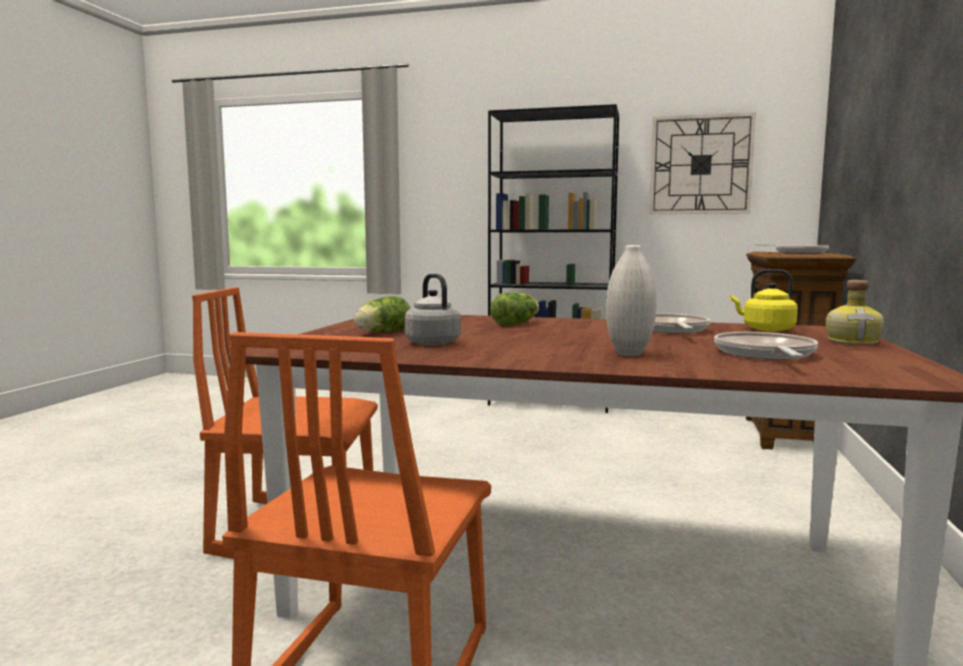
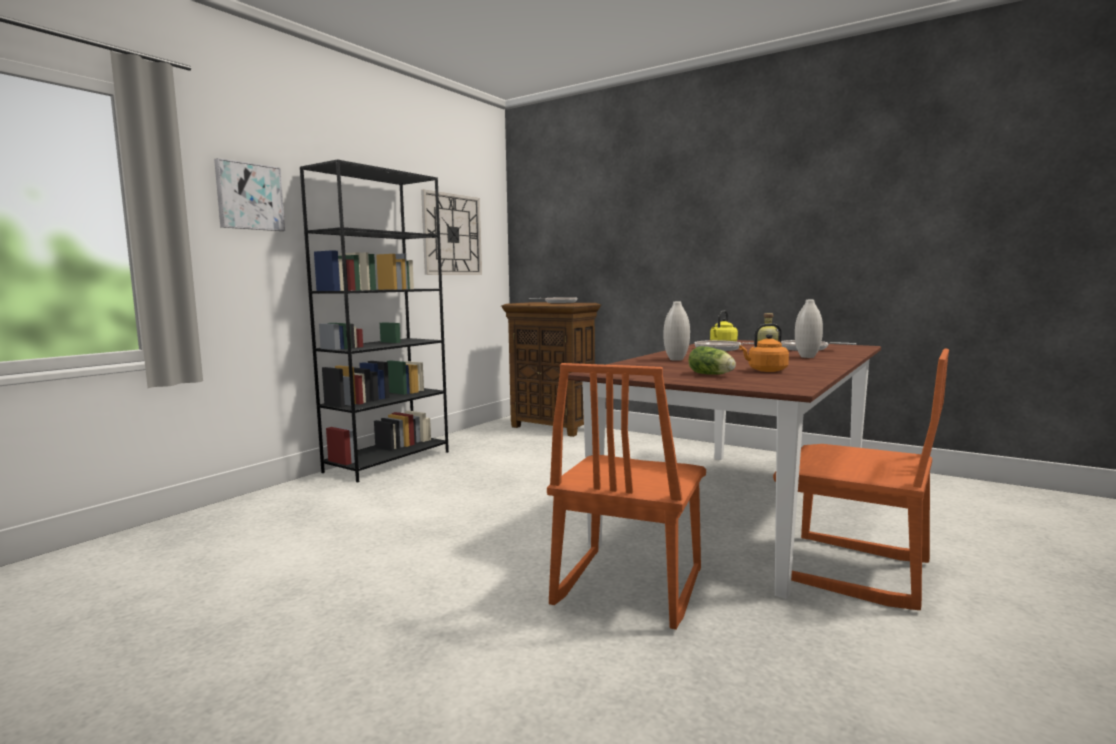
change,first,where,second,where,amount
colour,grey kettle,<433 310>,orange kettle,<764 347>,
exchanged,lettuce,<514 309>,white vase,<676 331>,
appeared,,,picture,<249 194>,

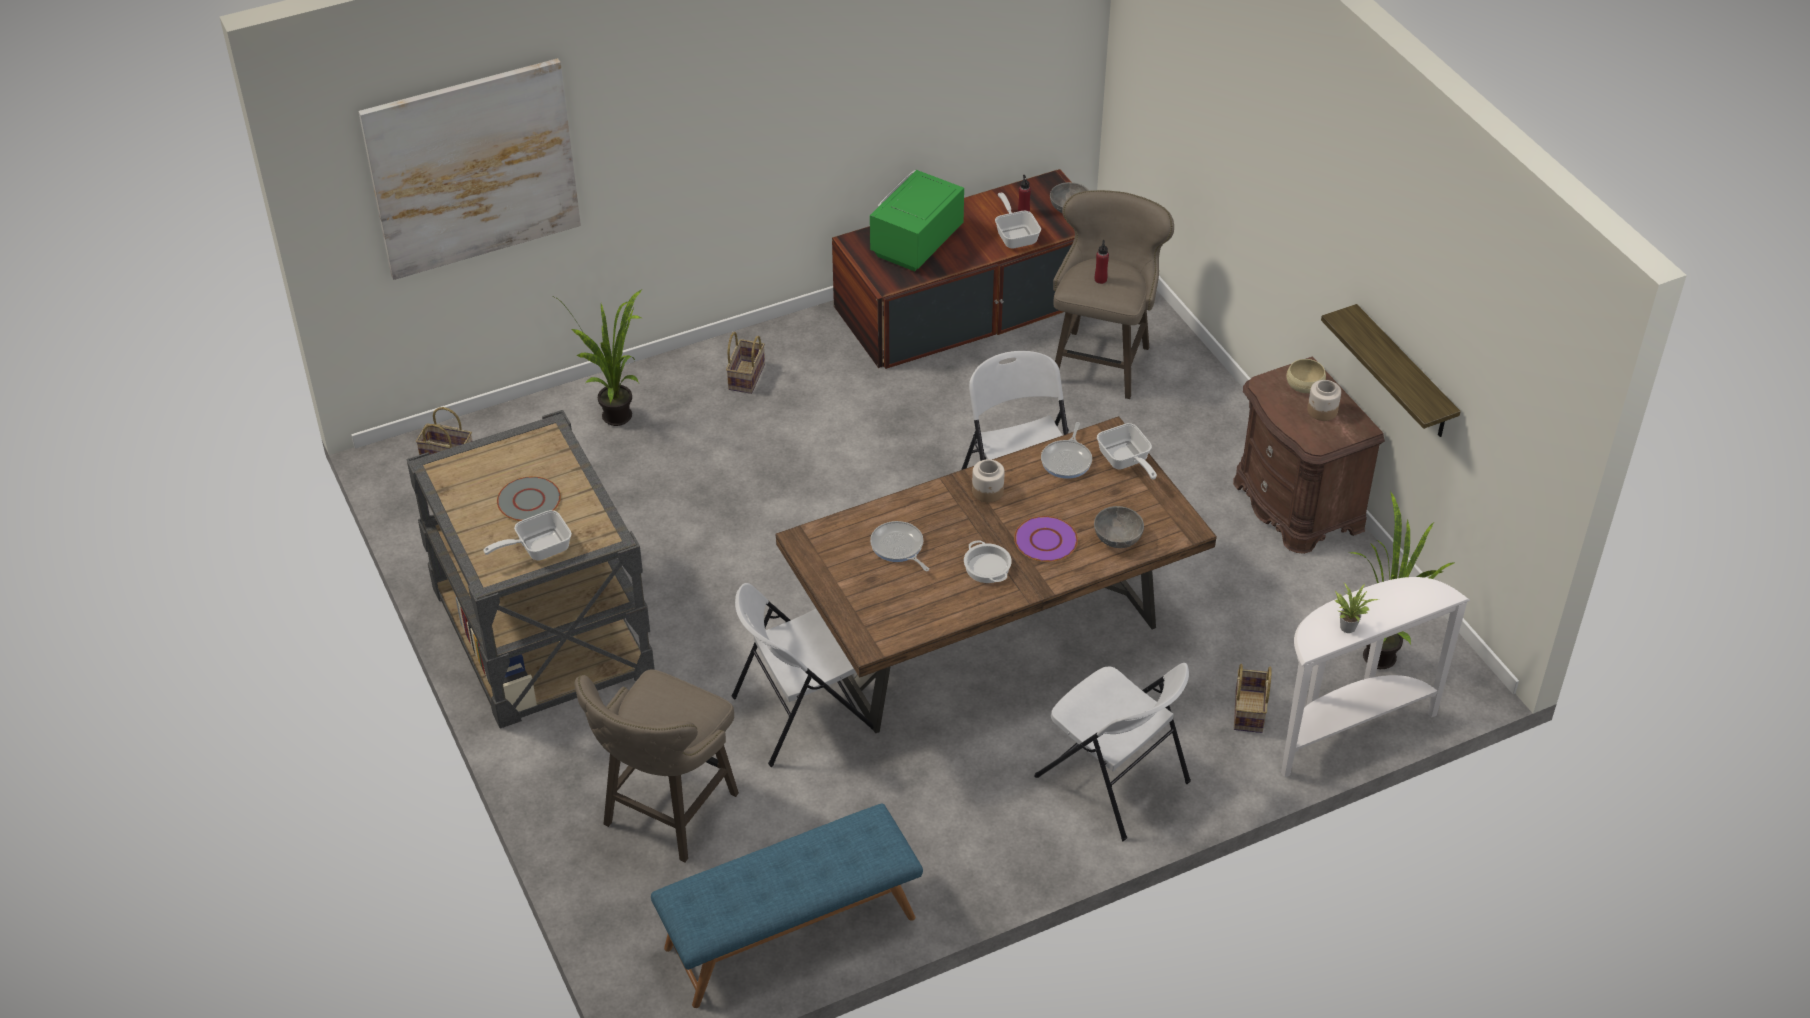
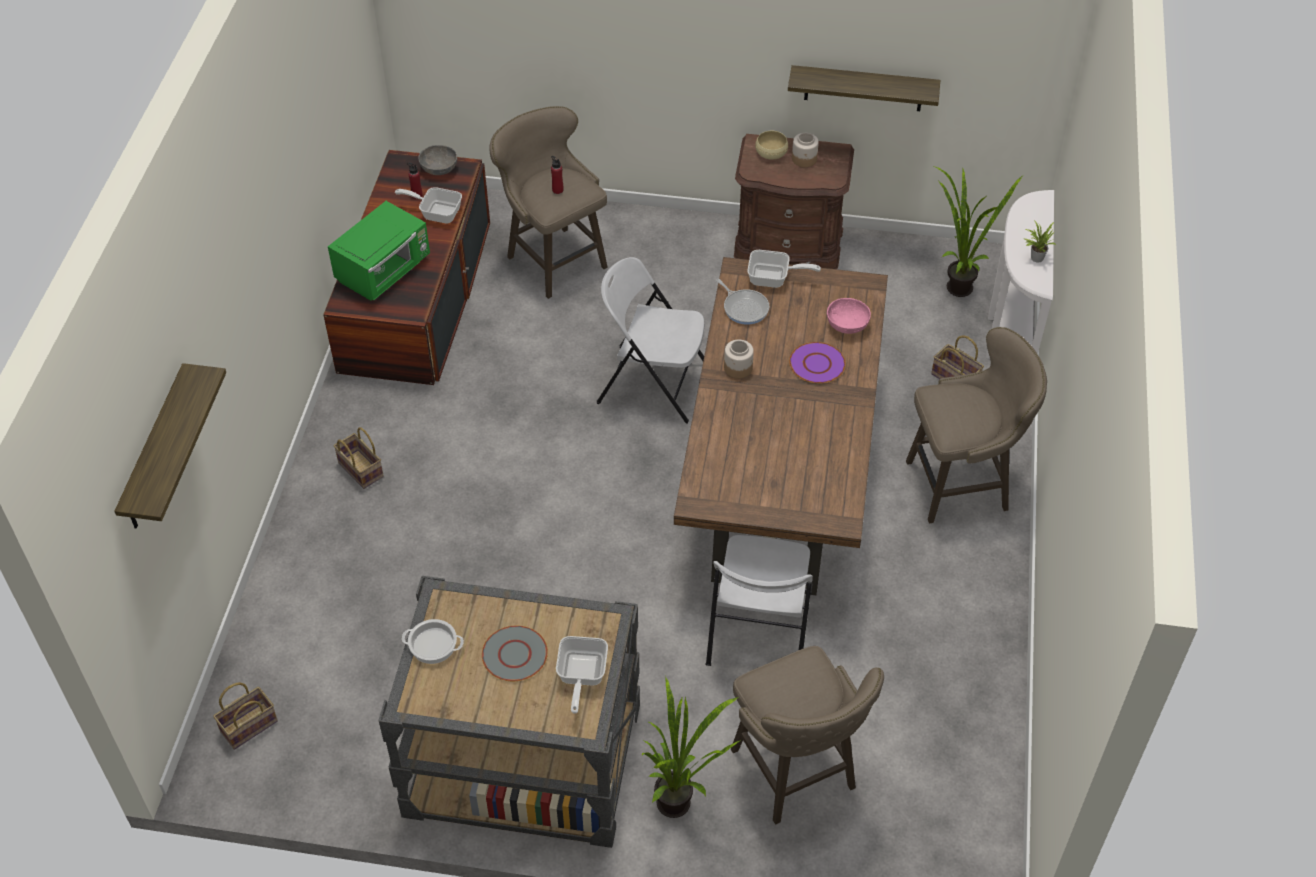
change,first,where,second,where,amount
exchanged,picture,<469 169>,shelf,<170 446>,
spun,green microwave,<917 220>,,<379 251>,120 degrees counterclockwise
relocated,potted plant,<597 357>,,<691 747>,
colour,grey bowl,<1119 527>,pink bowl,<849 316>,
missing,frying pan,<899 546>,,,
relocated,cooking pot,<988 561>,,<433 641>,
exchanged,white chair,<1112 752>,beige stool,<976 425>,
missing,blue bench,<787 906>,,,

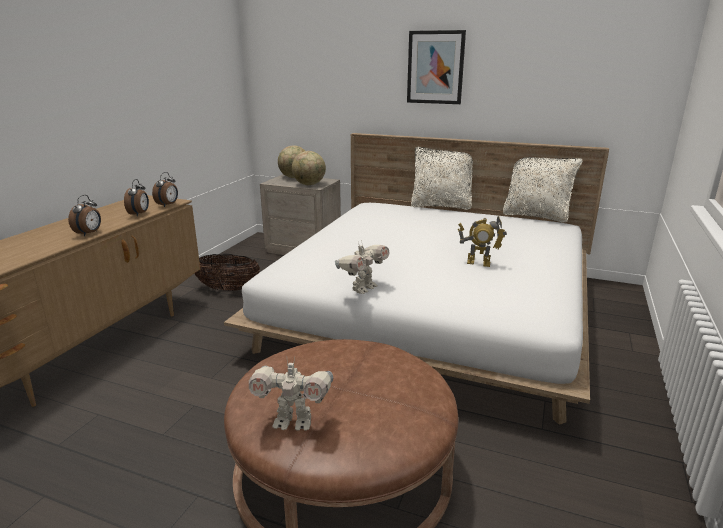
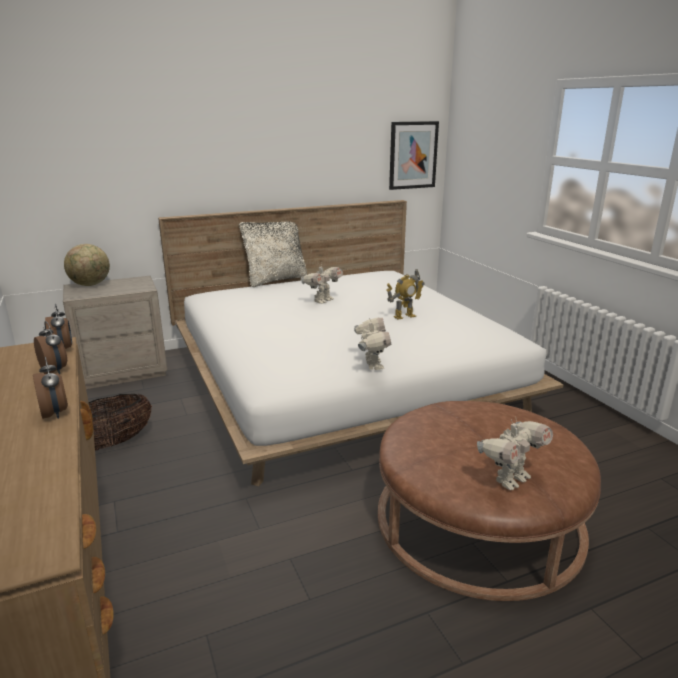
change,first,where,second,where,amount
relocated,picture,<436 67>,,<414 155>,
missing,globe,<309 168>,,,
missing,beige pillow,<543 190>,,,
appeared,,,toy robot,<322 283>,

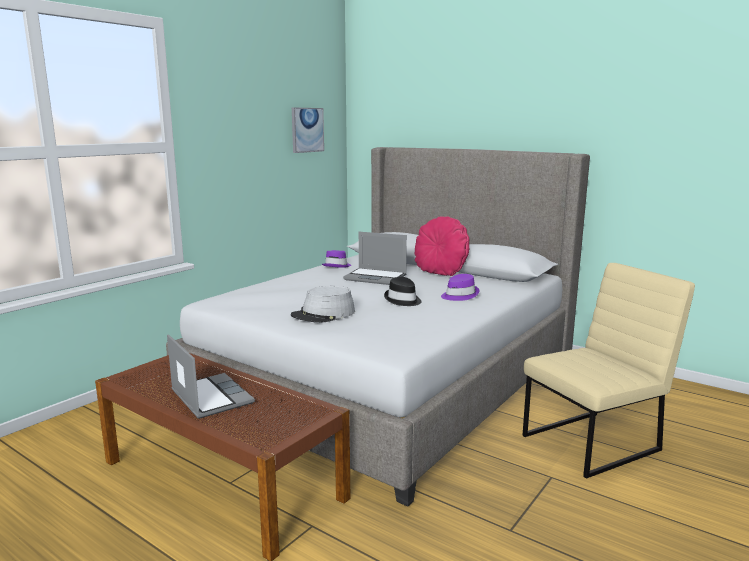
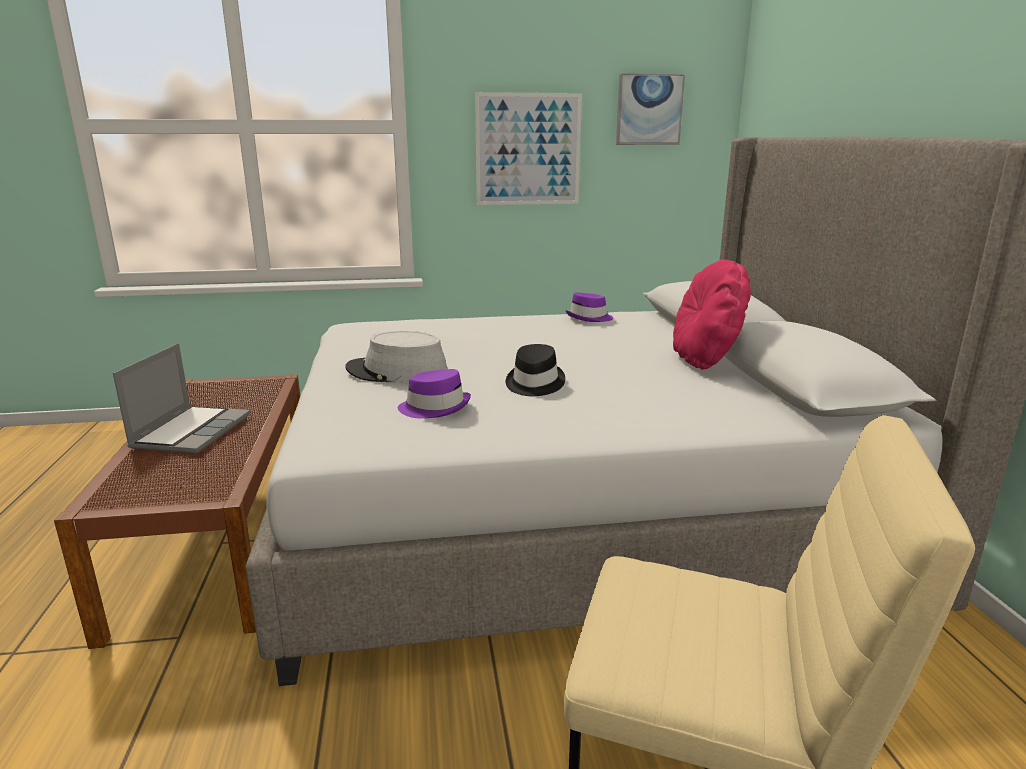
change,first,where,second,where,amount
missing,laptop,<375 258>,,,
relocated,purple hat,<460 287>,,<434 394>,
appeared,,,picture,<528 148>,

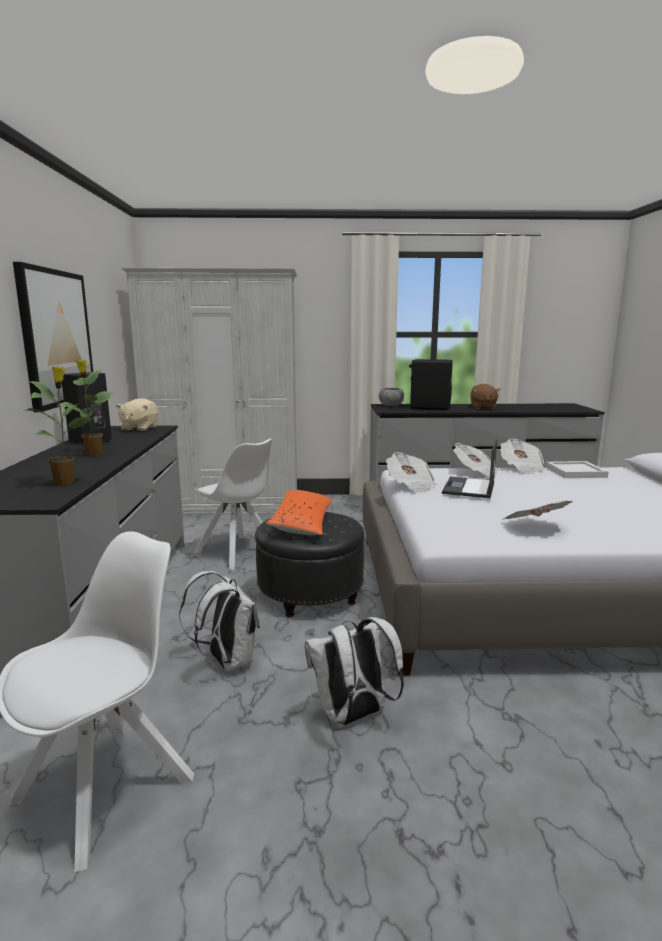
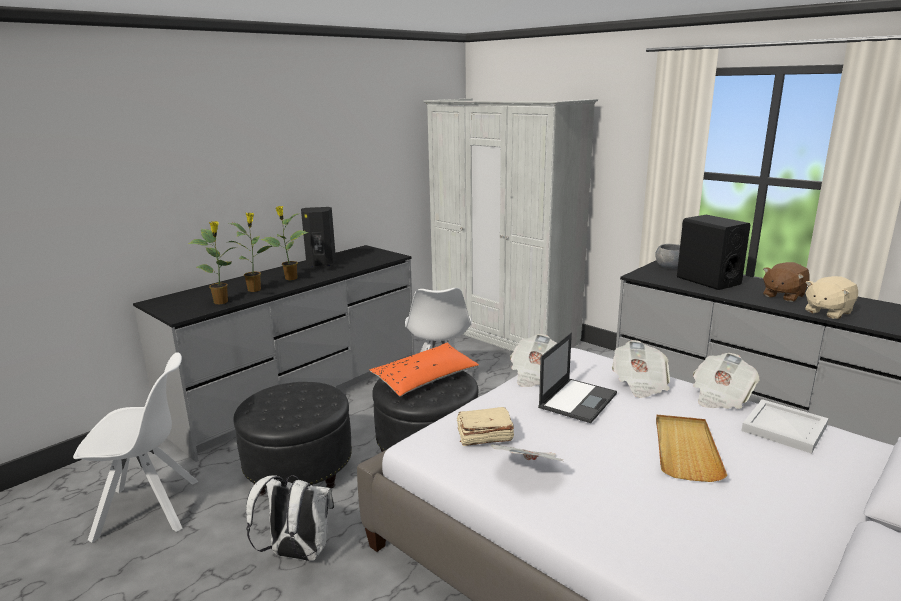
change,first,where,second,where,amount
missing,picture,<53 337>,,,
relocated,beige plush toy,<137 414>,,<831 297>,
spun,laptop,<469 468>,,<577 378>,150 degrees clockwise
exchanged,white backpack,<219 621>,black ottoman,<292 439>,
appeared,,,potted plant,<252 252>,
appeared,,,beige book,<485 426>,
appeared,,,beige tray,<691 448>,

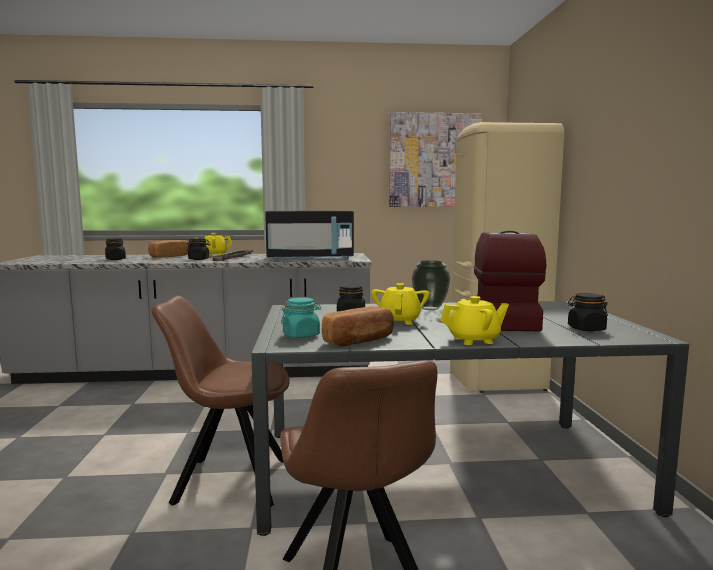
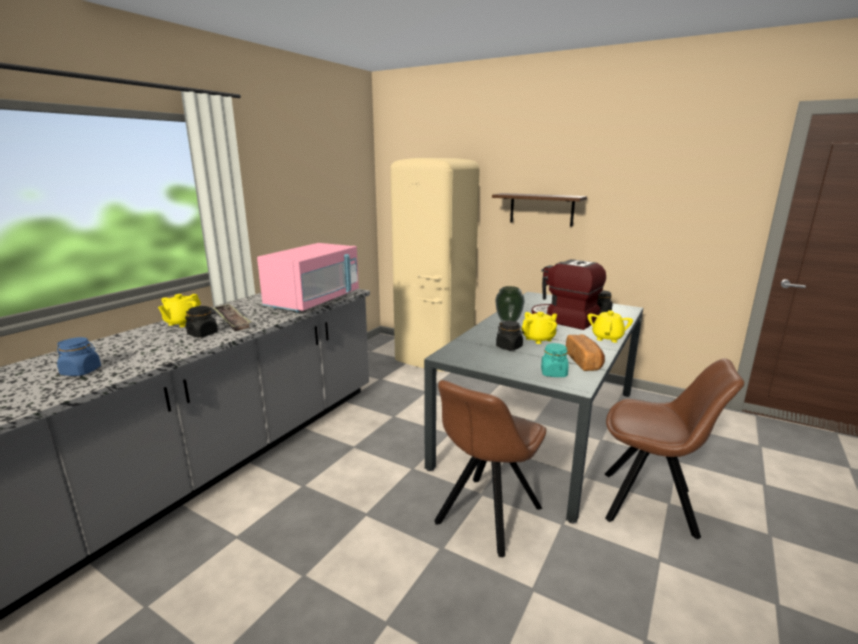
change,first,where,second,where,amount
missing,picture,<435 159>,,,
colour,black microwave,<309 236>,pink microwave,<308 277>,
colour,black jar,<115 249>,blue jar,<79 356>,
missing,bread,<168 249>,,,
spun,yellow teapot,<400 304>,,<539 328>,105 degrees clockwise
appeared,,,shelf,<539 210>,

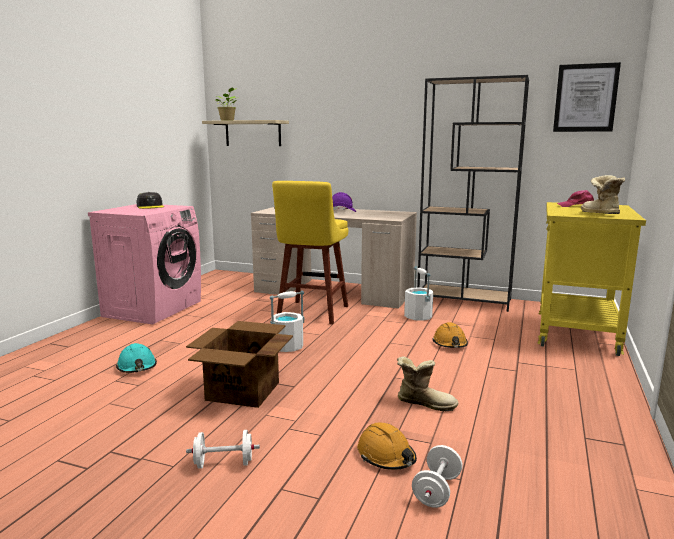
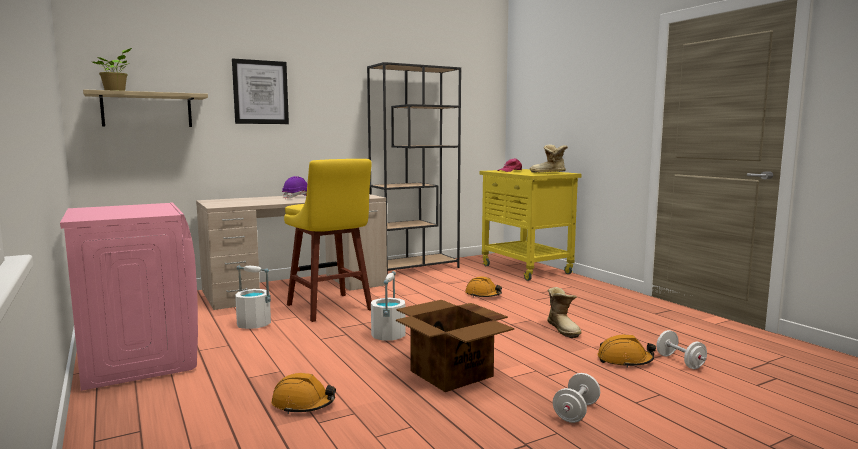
change,first,where,second,where,amount
relocated,picture,<587 97>,,<260 91>,
missing,grey cap,<150 200>,,,
relocated,white bucket,<418 293>,,<253 297>,
colour,turquoise hard hat,<136 358>,orange hard hat,<303 393>,
spun,boot,<427 383>,,<564 312>,105 degrees clockwise

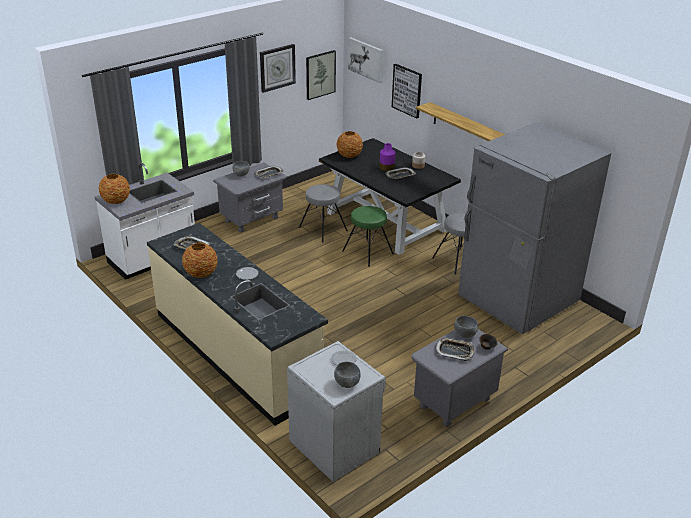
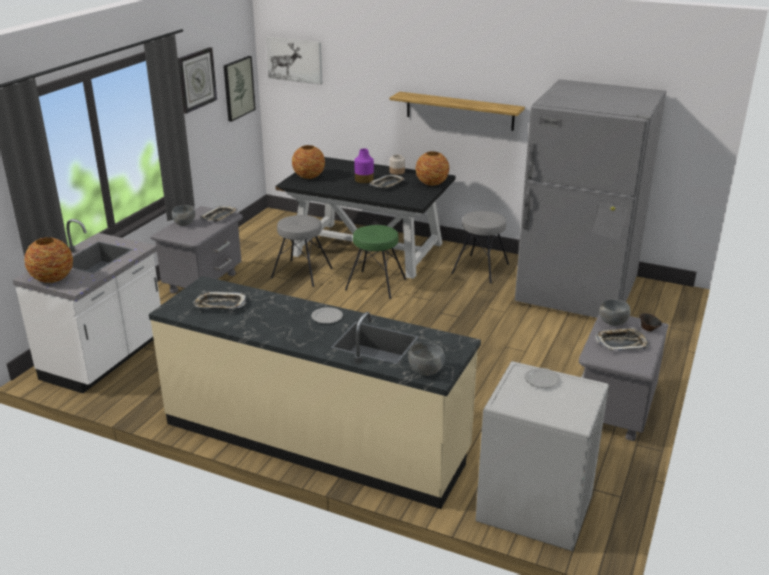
change,first,where,second,where,amount
missing,picture,<407 91>,,,
relocated,vase,<200 260>,,<432 168>,
relocated,grey bowl,<347 375>,,<426 359>,

